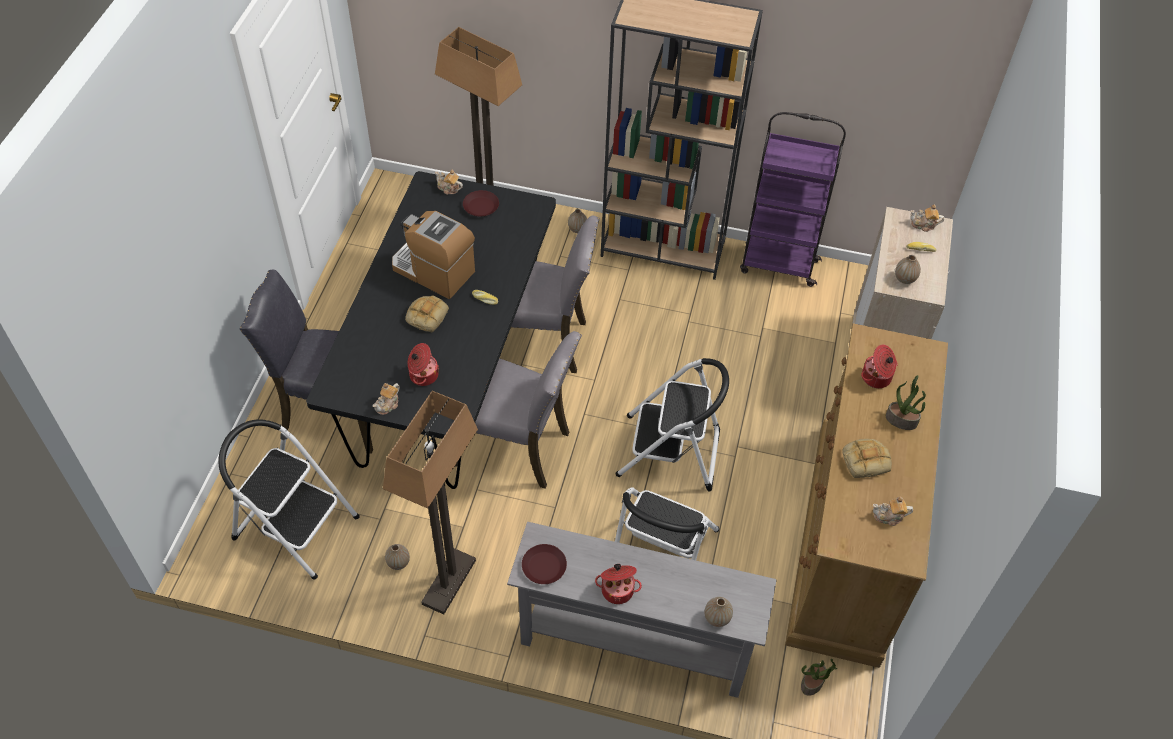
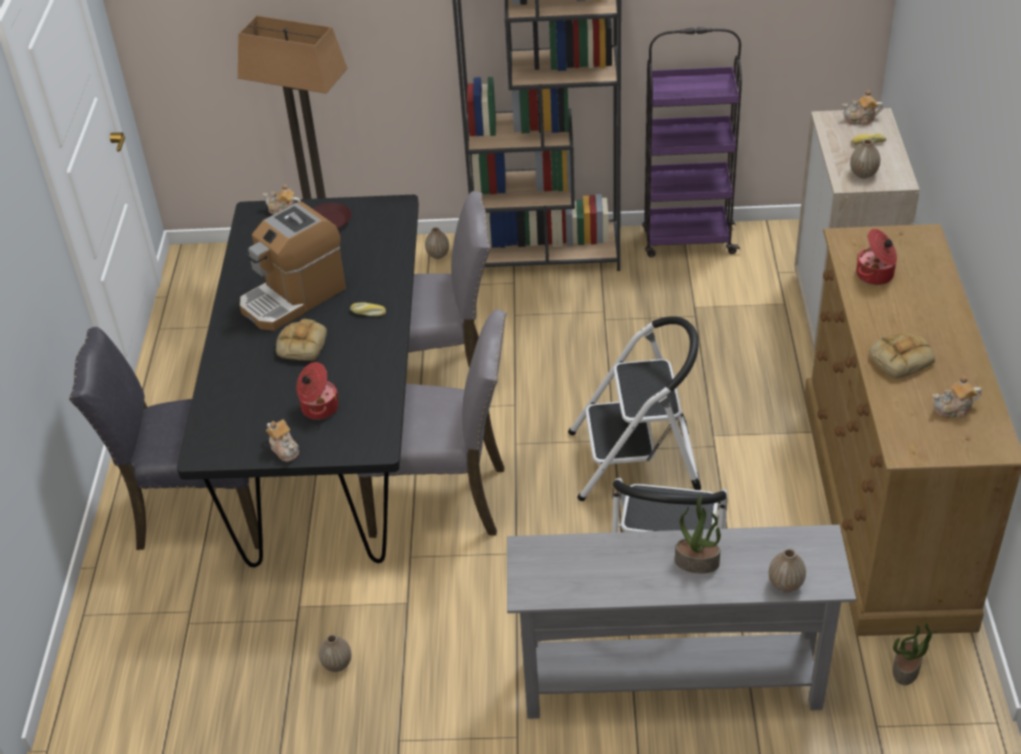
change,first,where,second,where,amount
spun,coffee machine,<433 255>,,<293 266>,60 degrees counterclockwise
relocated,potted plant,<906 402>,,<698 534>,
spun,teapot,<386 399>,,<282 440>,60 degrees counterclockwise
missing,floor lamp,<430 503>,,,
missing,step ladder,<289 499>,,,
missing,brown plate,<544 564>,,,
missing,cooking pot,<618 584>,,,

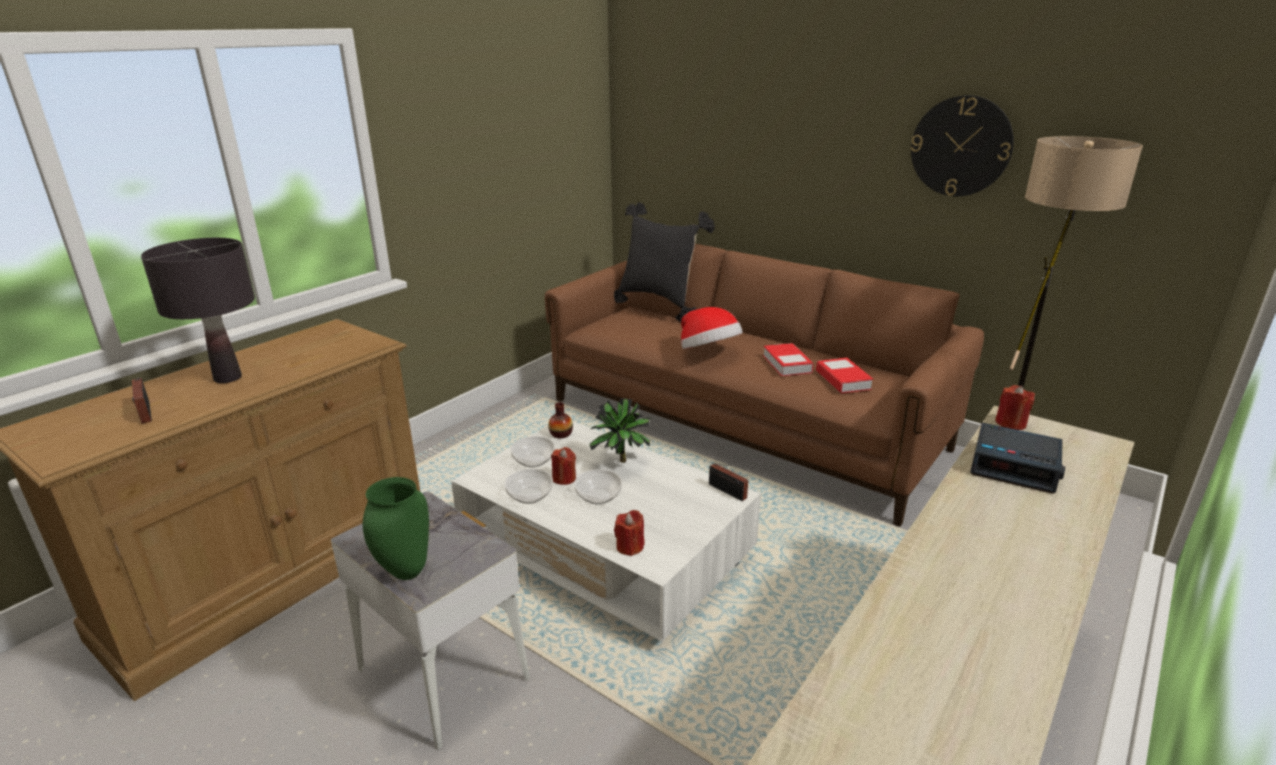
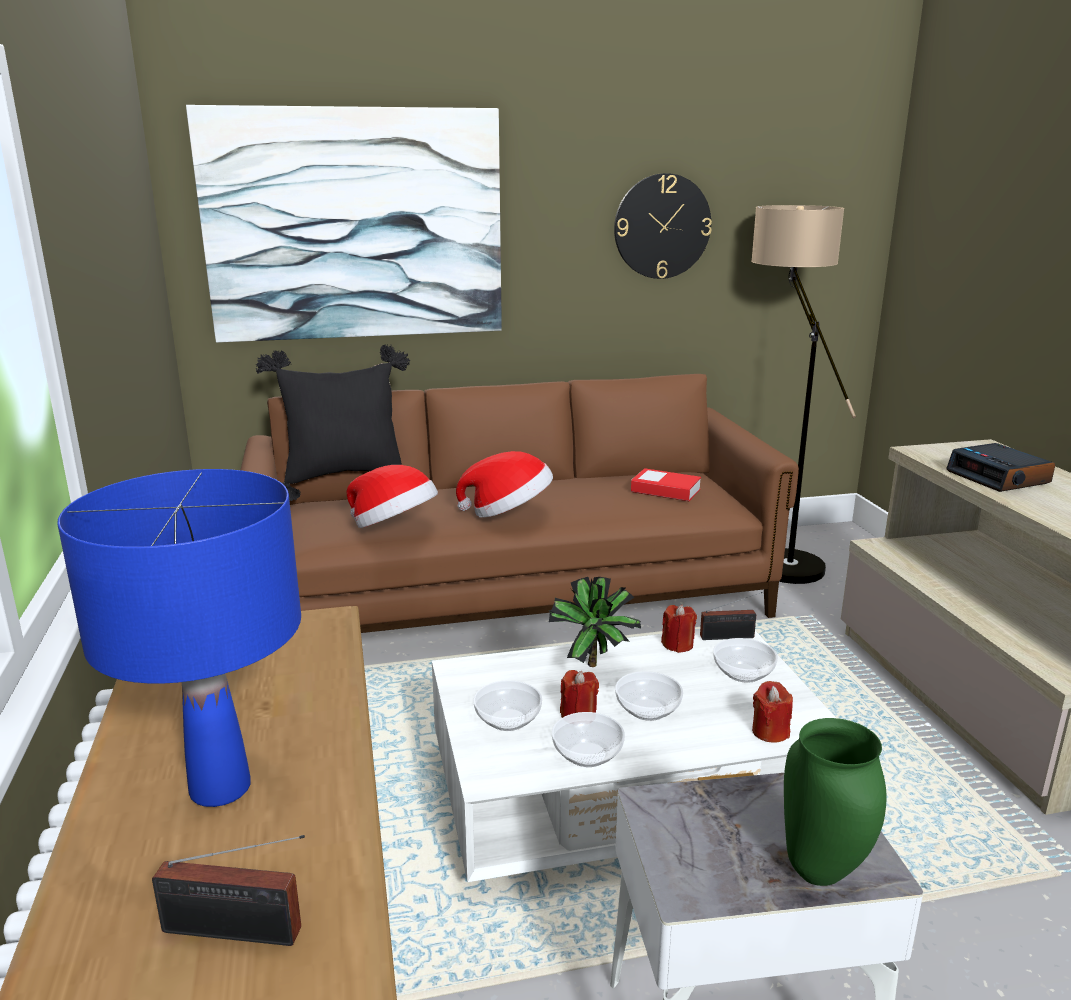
change,first,where,second,where,amount
colour,black table lamp,<198 310>,blue table lamp,<179 638>,
missing,book,<788 359>,,,
relocated,red candle,<1015 407>,,<679 629>,
missing,vase,<560 420>,,,
spun,alarm clock,<1017 458>,,<1000 467>,90 degrees clockwise
appeared,,,picture,<344 224>,
appeared,,,hat,<392 496>,
appeared,,,bowl,<745 660>,

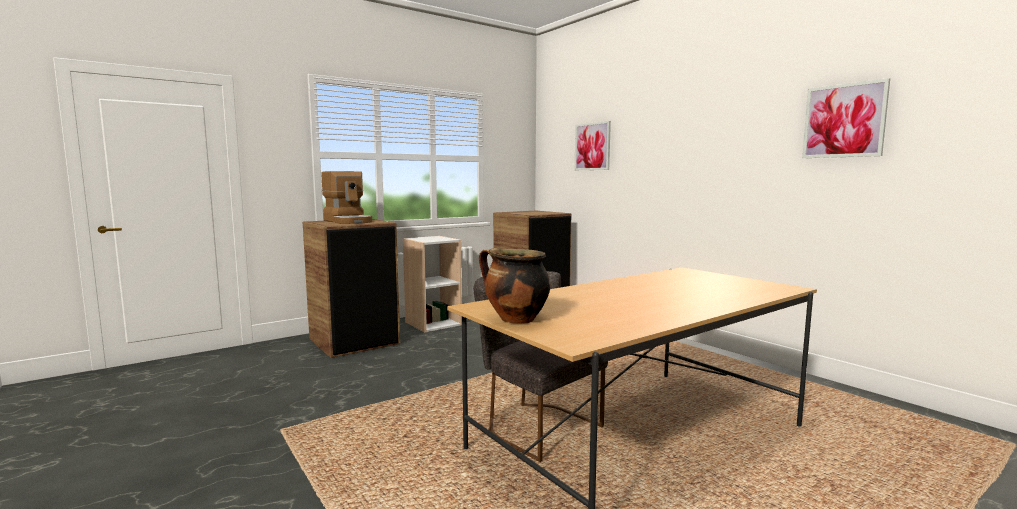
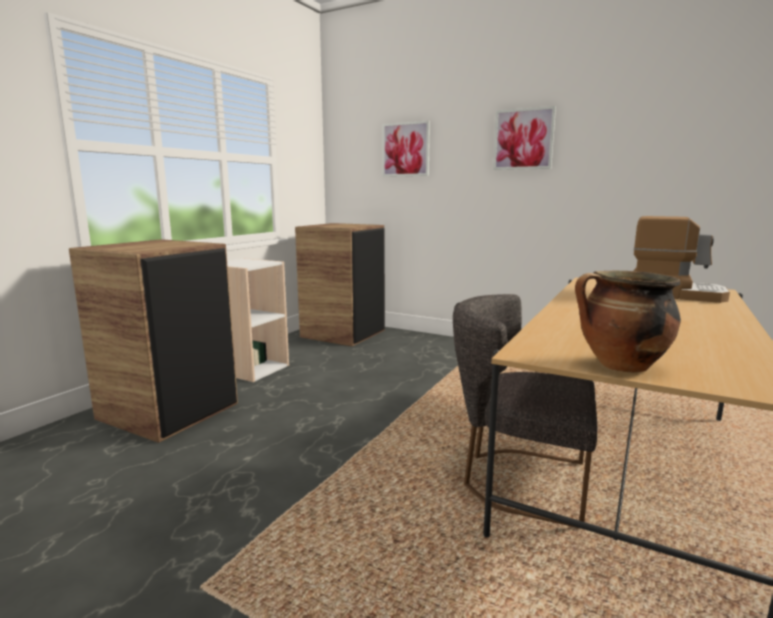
change,first,where,second,where,amount
relocated,picture,<846 118>,,<524 138>,
relocated,coffee machine,<347 197>,,<681 259>,

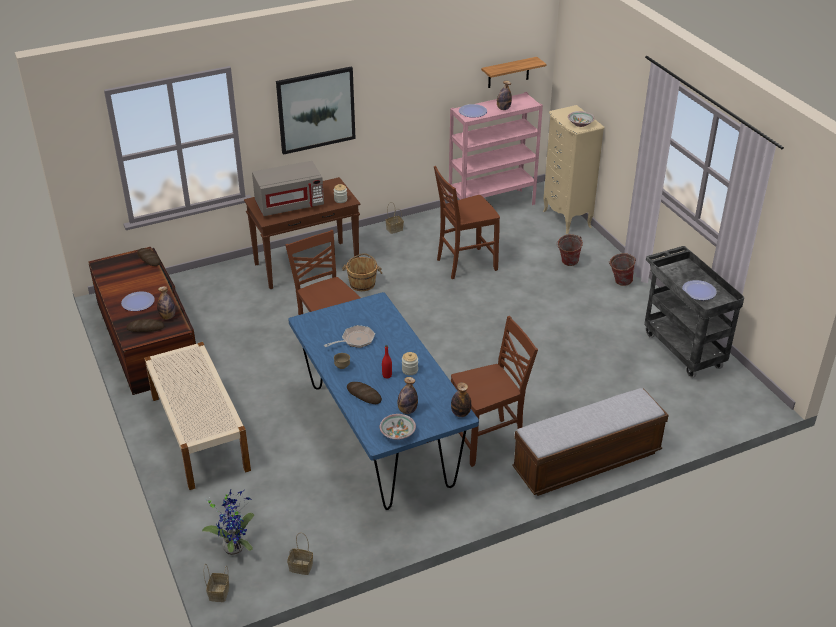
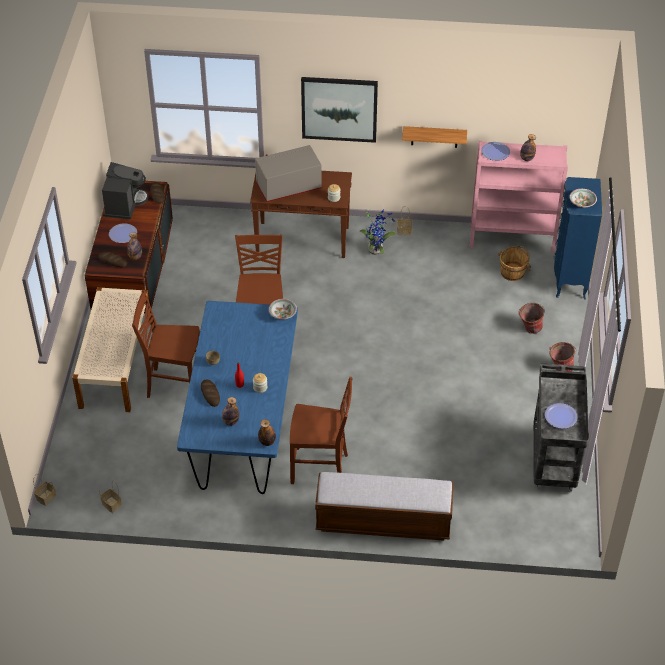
change,first,where,second,where,amount
relocated,shelf,<514 72>,,<434 137>,
colour,beige dresser,<573 169>,blue dresser,<578 238>,
spun,grey microwave,<288 188>,,<288 173>,150 degrees clockwise
relocated,brown chair,<467 222>,,<166 344>,
relocated,brown bucket,<362 272>,,<514 263>,
missing,frying pan,<349 336>,,,
relocated,bowl,<398 427>,,<283 309>,
relocated,potted plant,<228 522>,,<378 232>,
appeared,,,coffee machine,<125 191>,

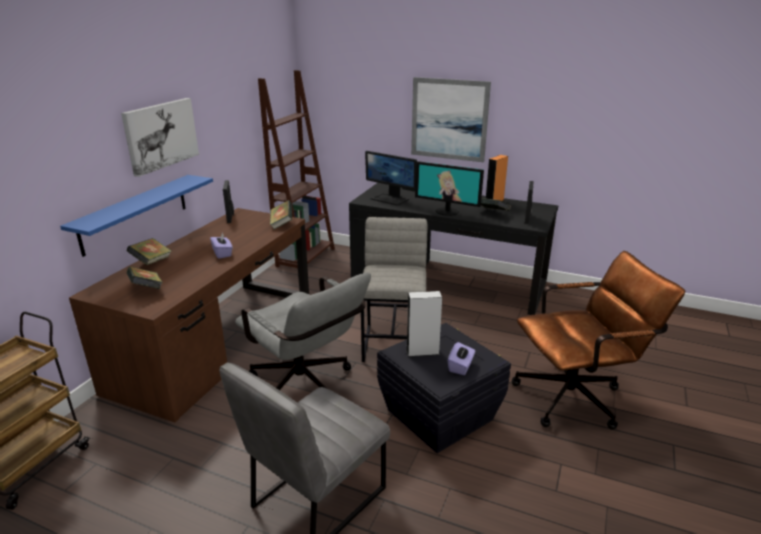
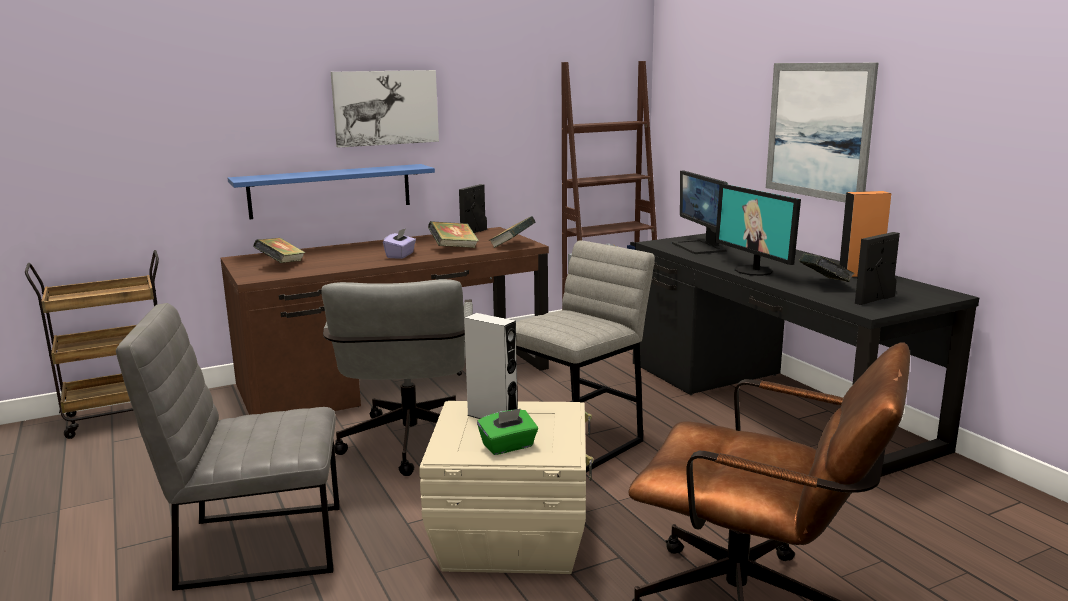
change,first,where,second,where,amount
relocated,book,<149 251>,,<453 234>,
colour,black storage box,<444 388>,beige storage box,<506 487>,
colour,purple tissue box,<461 358>,green tissue box,<507 432>,

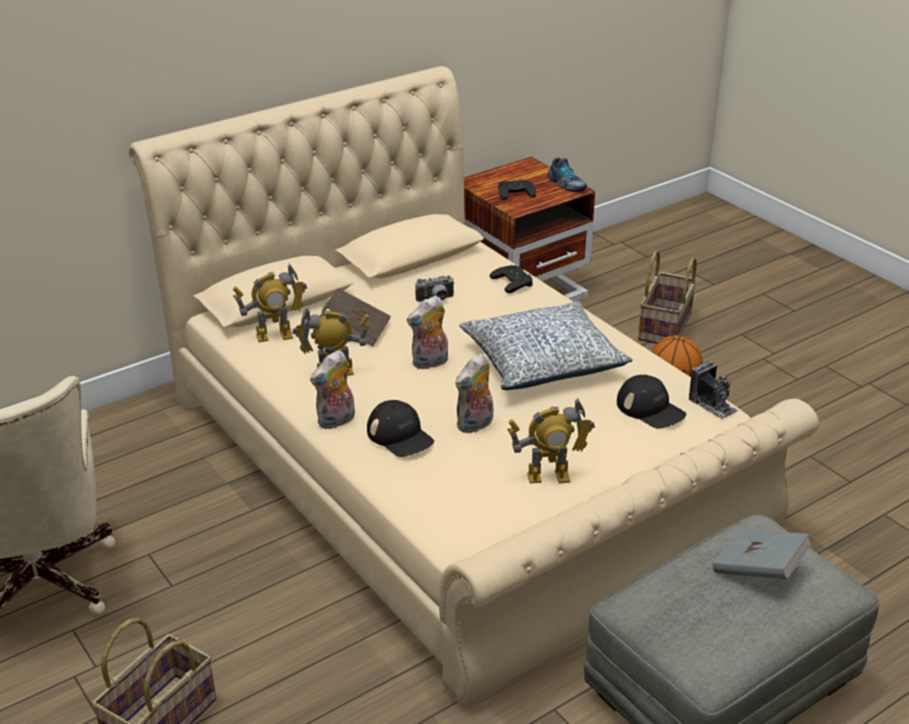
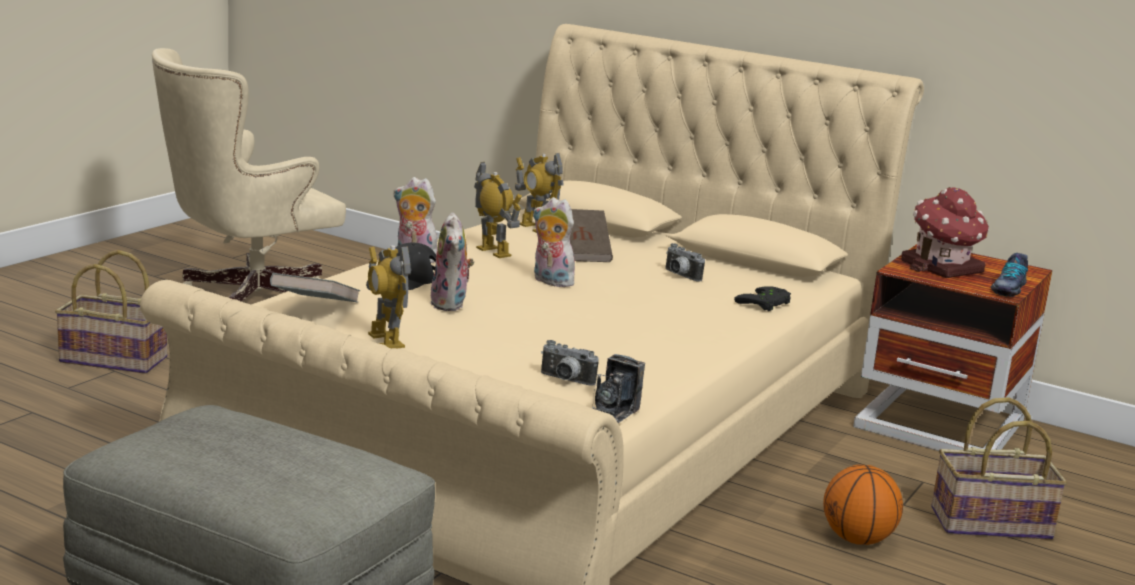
change,first,where,second,where,amount
exchanged,black game controller,<517 190>,toy house,<945 232>,
missing,pillow,<545 345>,,,
spun,plush toy,<475 393>,,<452 261>,120 degrees counterclockwise
exchanged,black cap,<651 402>,photo camera,<570 363>,
relocated,grey book,<762 554>,,<315 288>,

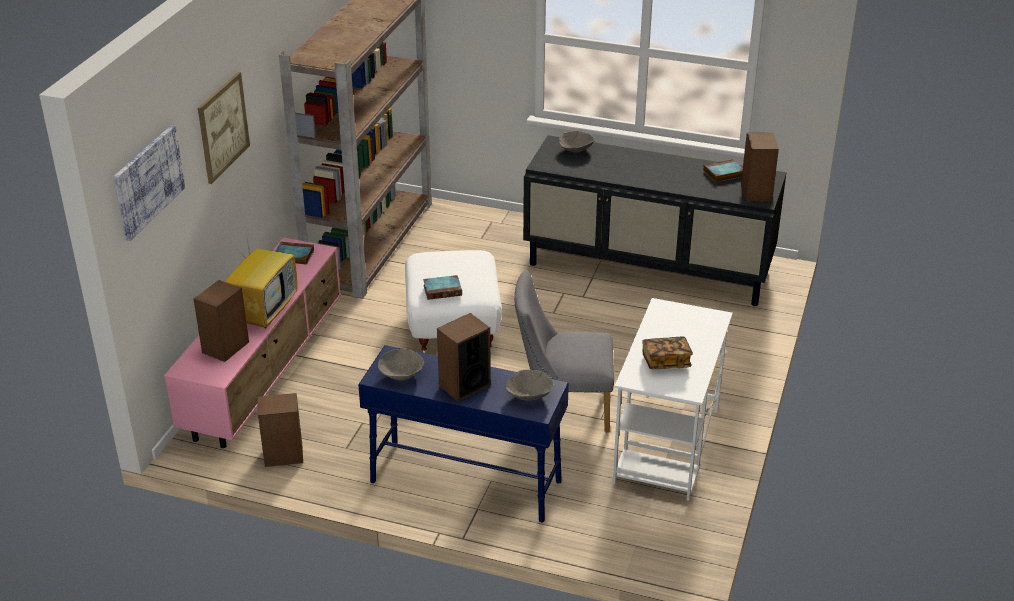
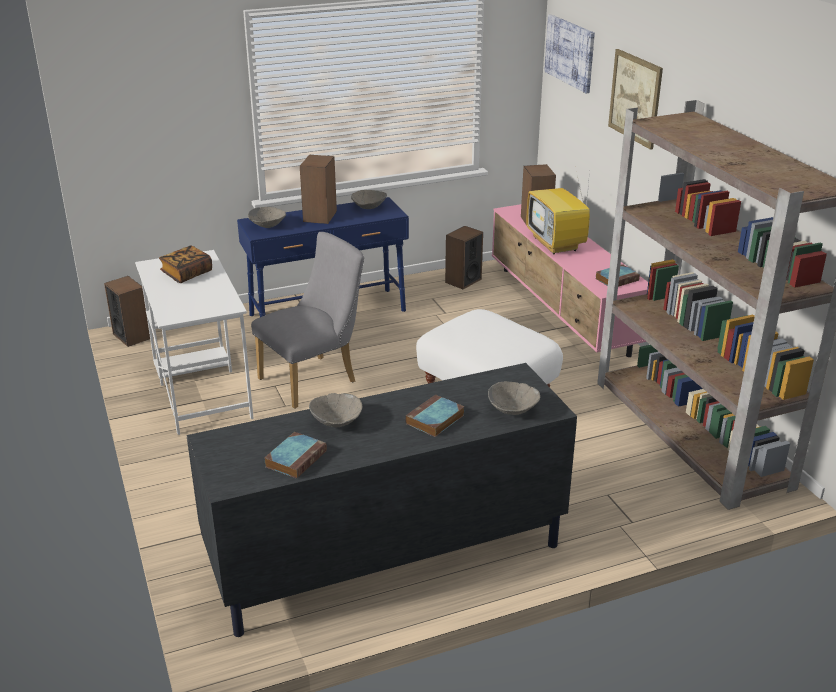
change,first,where,second,where,amount
relocated,speaker,<760 167>,,<127 311>,
relocated,book,<442 287>,,<434 415>,
appeared,,,grey bowl,<335 410>,

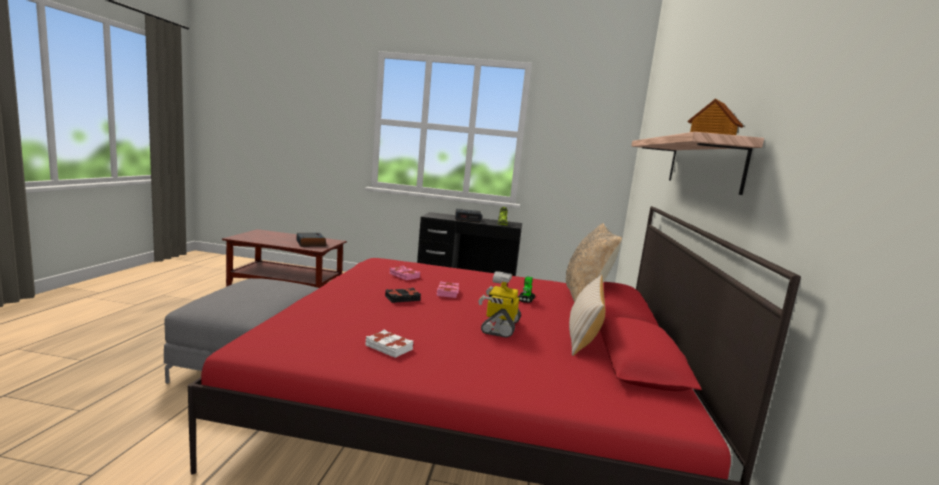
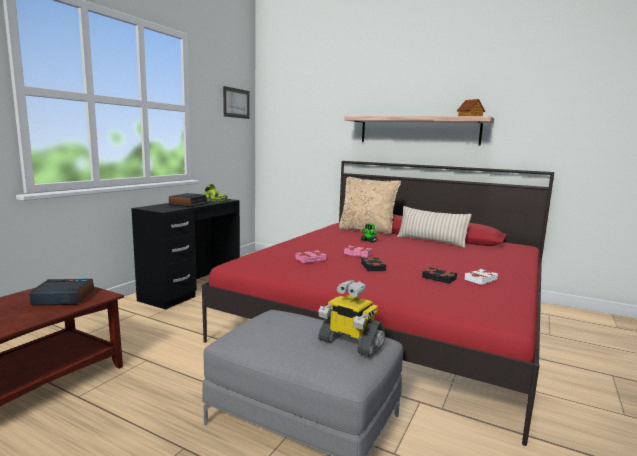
change,first,where,second,where,amount
relocated,toy robot,<499 304>,,<352 318>,
appeared,,,picture,<236 102>,
appeared,,,black book,<439 275>,

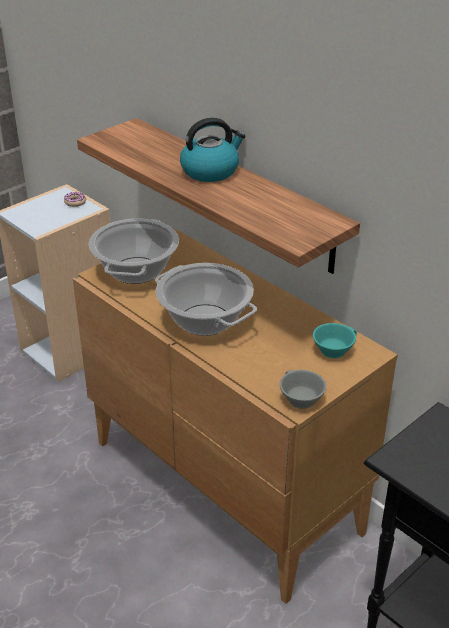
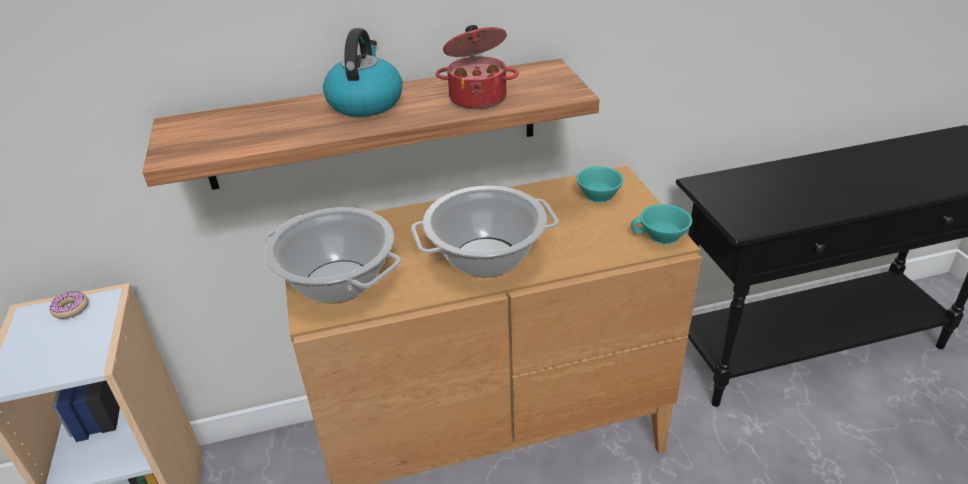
change,first,where,second,where,amount
colour,grey cup,<303 389>,turquoise cup,<661 224>,
appeared,,,cooking pot,<477 67>,

